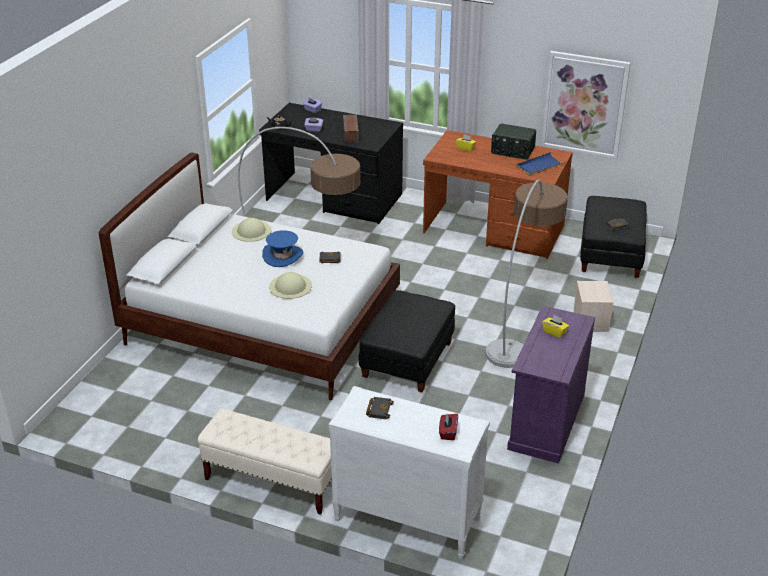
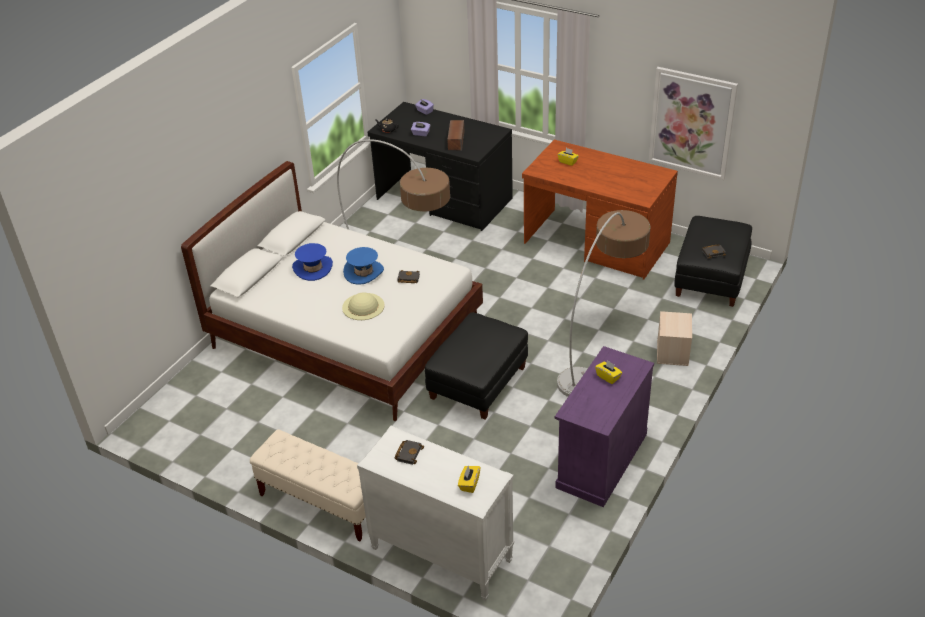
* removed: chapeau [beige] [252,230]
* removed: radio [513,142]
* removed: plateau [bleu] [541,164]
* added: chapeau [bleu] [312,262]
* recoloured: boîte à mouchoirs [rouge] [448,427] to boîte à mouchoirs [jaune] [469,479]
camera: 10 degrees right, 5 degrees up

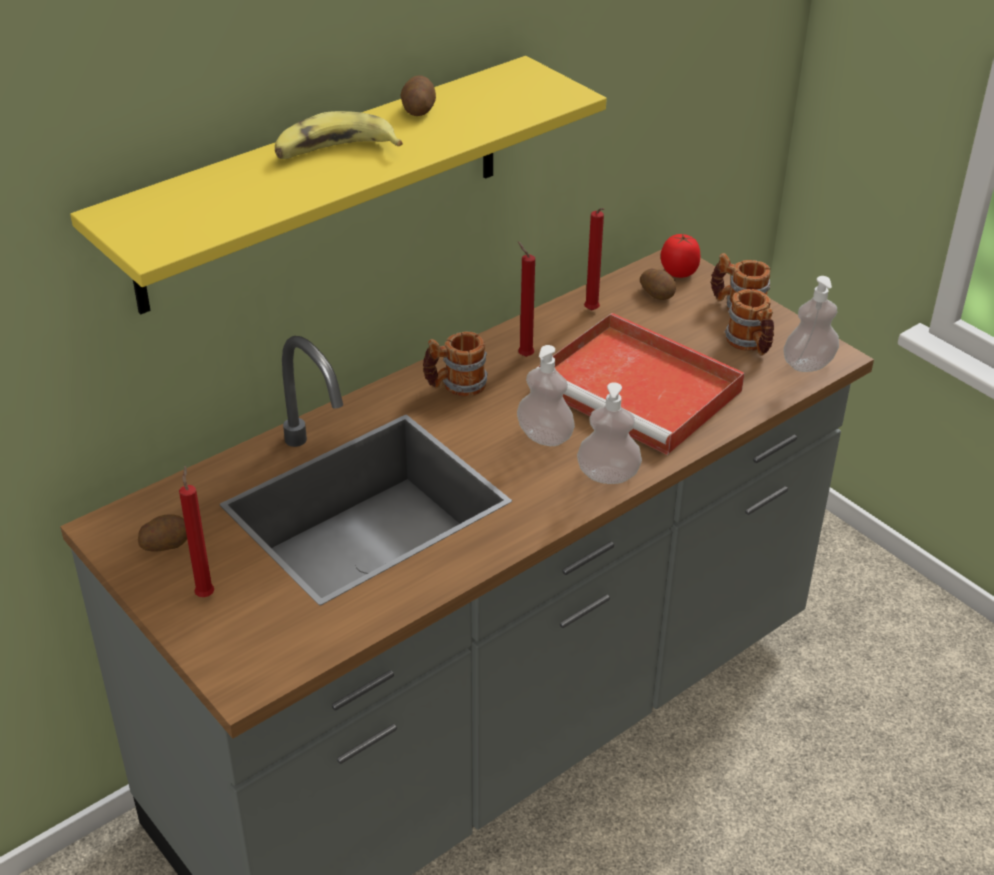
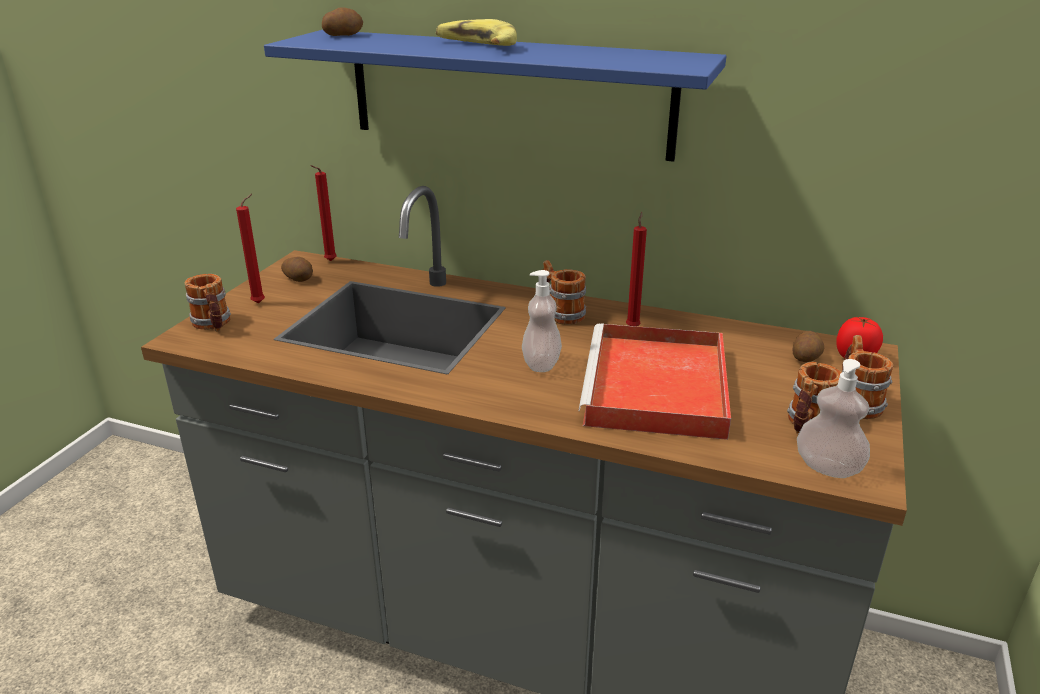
* removed: distributeur de savon [609,433]
* added: mug [208,302]
* moved: pomme de terre [418,96] to [342,21]
* moved: bougie [rouge] [594,259] to [324,213]
* recoloured: étagère [jaune] [338,185] to étagère [bleu] [495,96]
camera: 60 degrees right, 10 degrees down

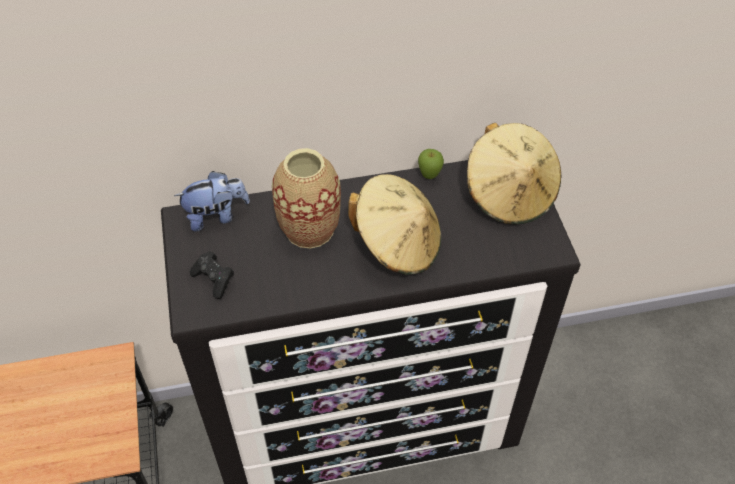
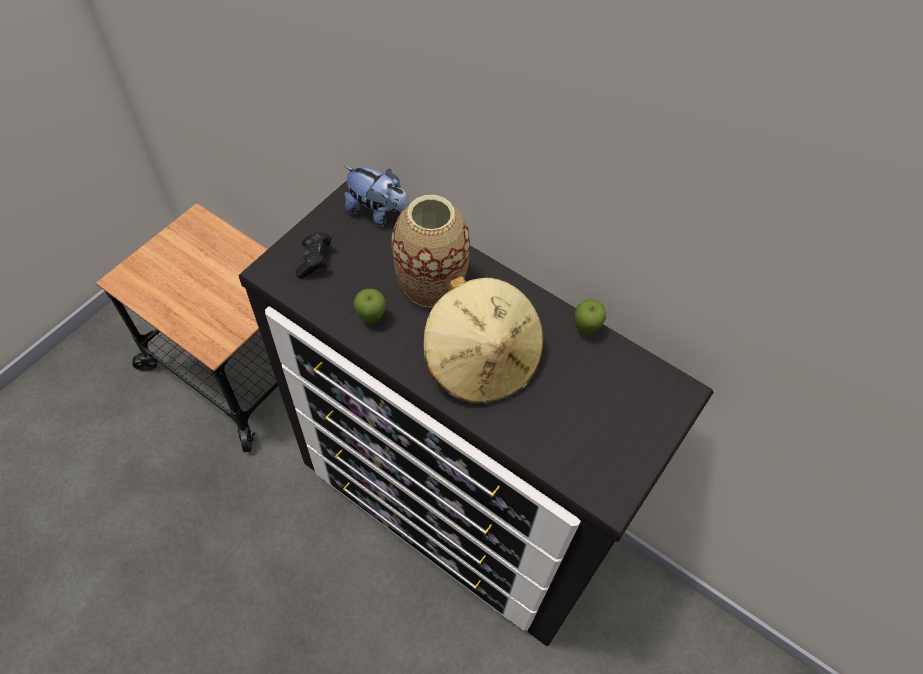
* removed: chapeau [beige] [514,173]
* added: pomme [369,306]
camera: 45 degrees right, 5 degrees up

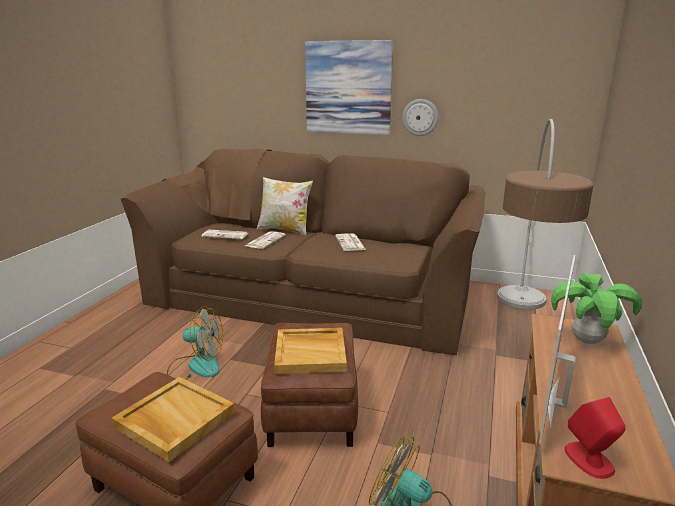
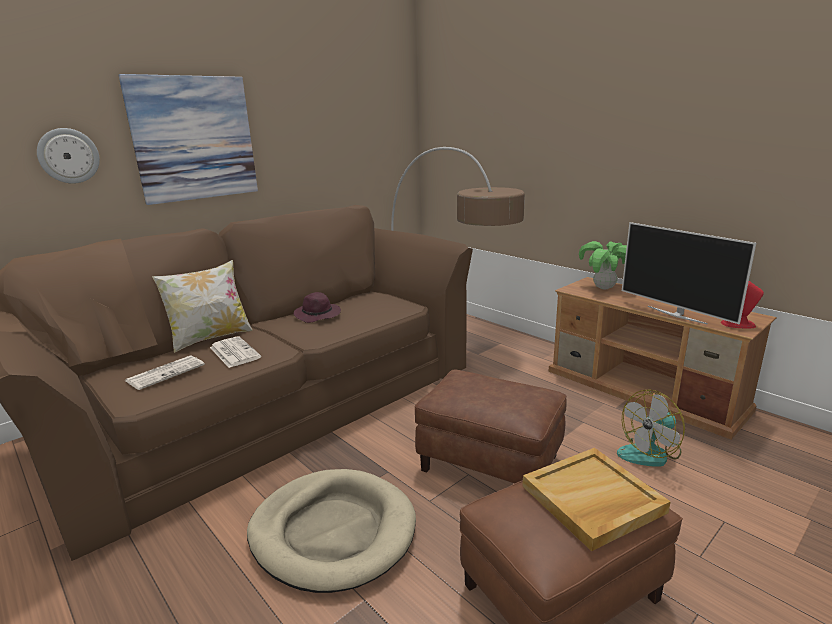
* removed: plateau [beige] [310,351]
* moved: horloge murale [420,117] to [68,156]
* replaced: ventilateur [195,343] to panier pour chien [beige] [331,531]
* replaced: journal [350,242] to chapeau [violet] [317,307]
camera: 60 degrees left, 0 degrees up

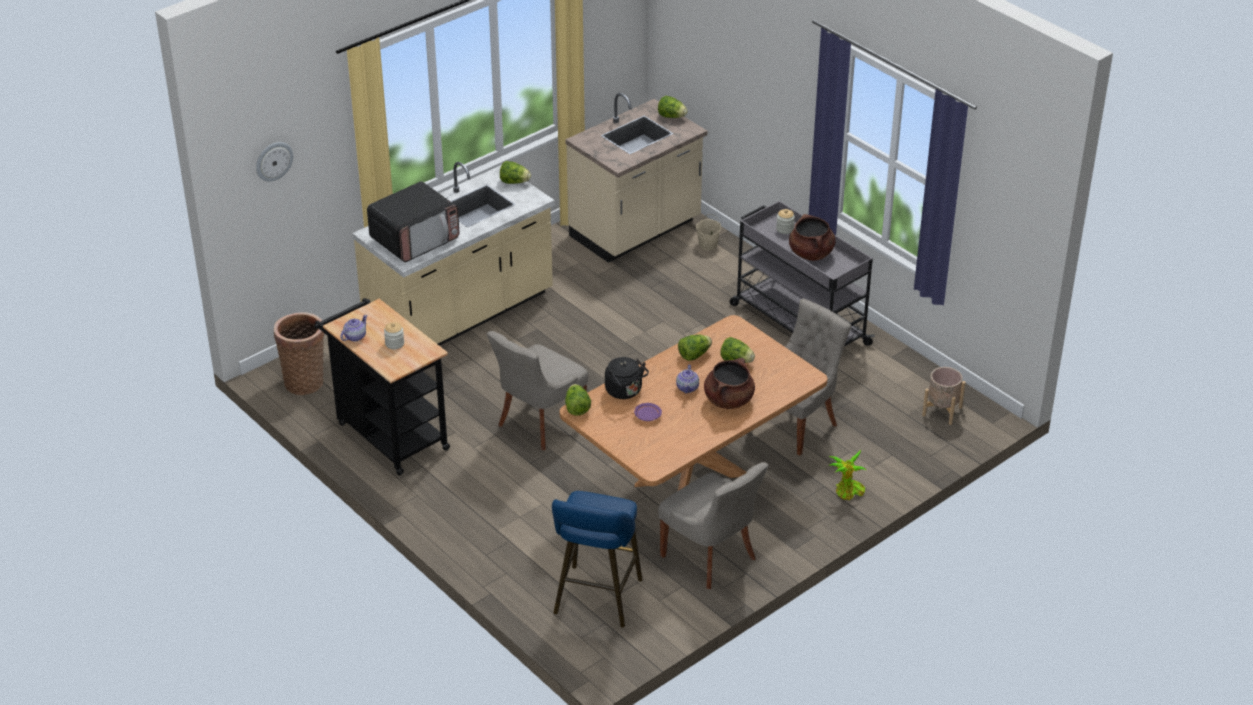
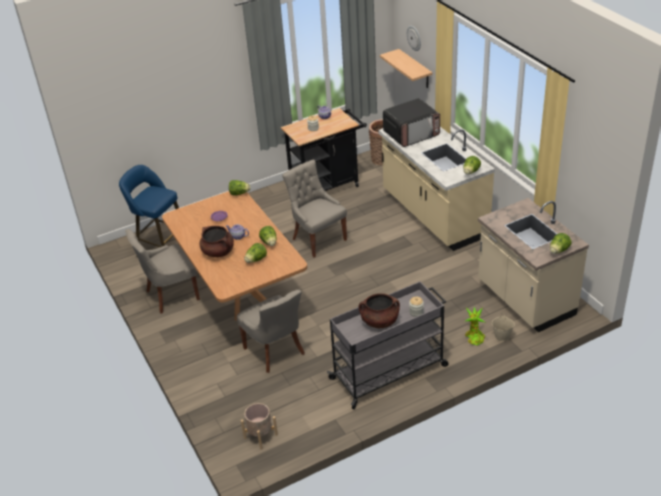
* removed: bouilloire [noir] [627,378]
* added: étagère [406,68]
* moved: plante en pot [848,475] to [475,326]
* turned: micro-ondes [413,221] = [411,122] 90 degrees counterclockwise
camera: 105 degrees right, 0 degrees up

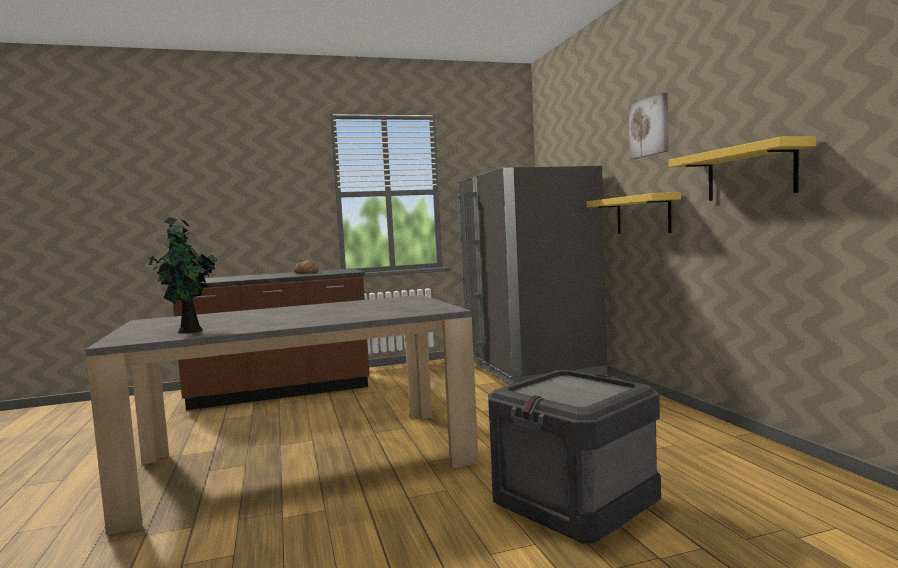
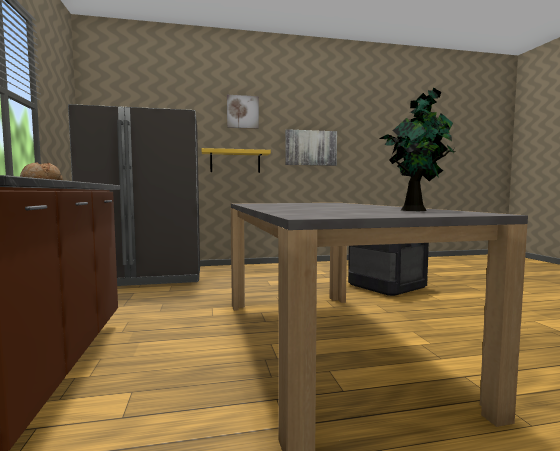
* replaced: étagère [jaune] [742,169] to tableau [311,147]
camera: 85 degrees left, 0 degrees up

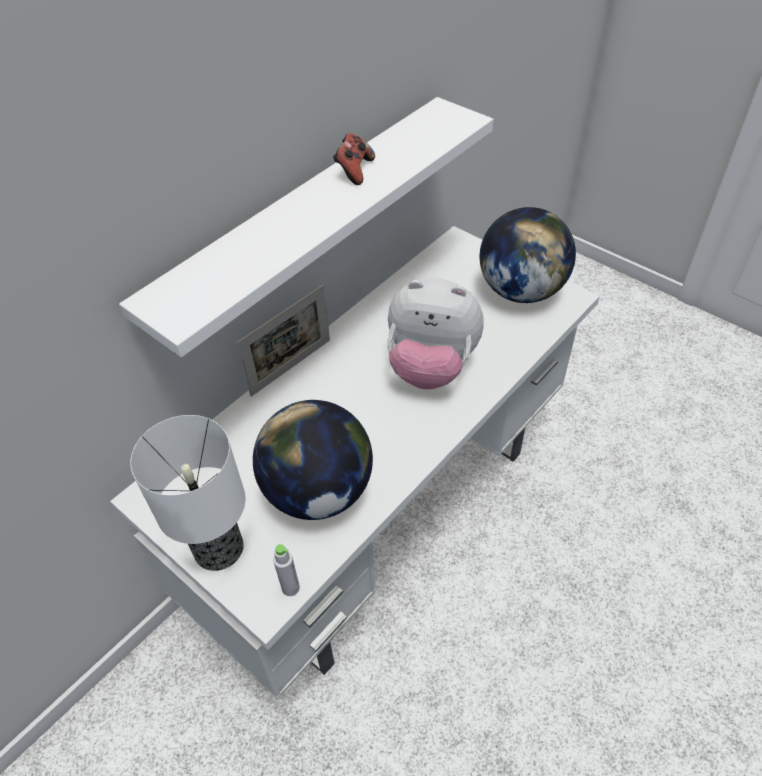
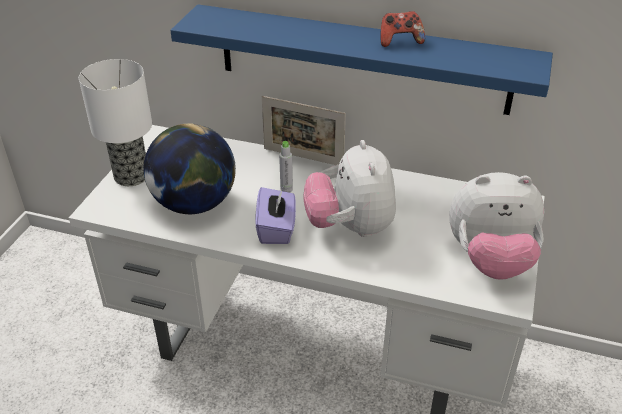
* added: boîte à mouchoirs [violet] [275,215]
* moved: bouteille [gris] [286,570] to [286,167]
* replaced: globe [528,255] to peluche [496,226]
* recoloured: étagère [blanc] [306,227] to étagère [bleu] [361,59]
camera: 65 degrees right, 10 degrees down

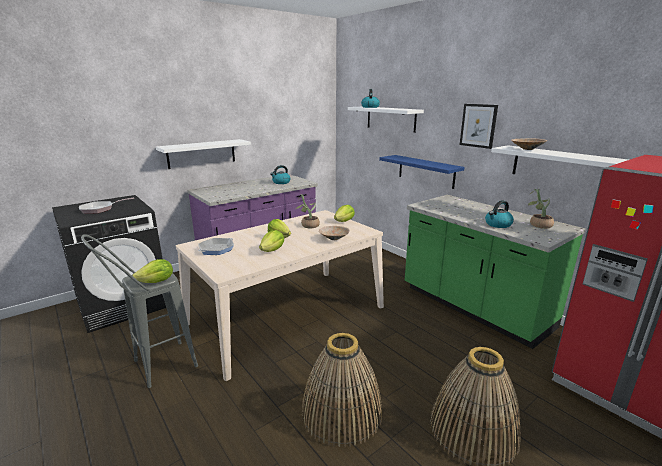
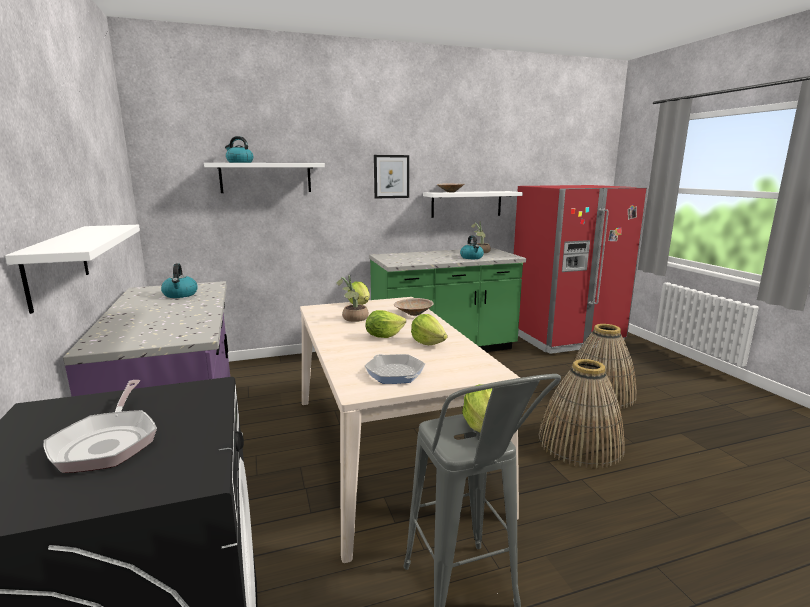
* removed: étagère [bleu] [422,172]
camera: 70 degrees left, 5 degrees down

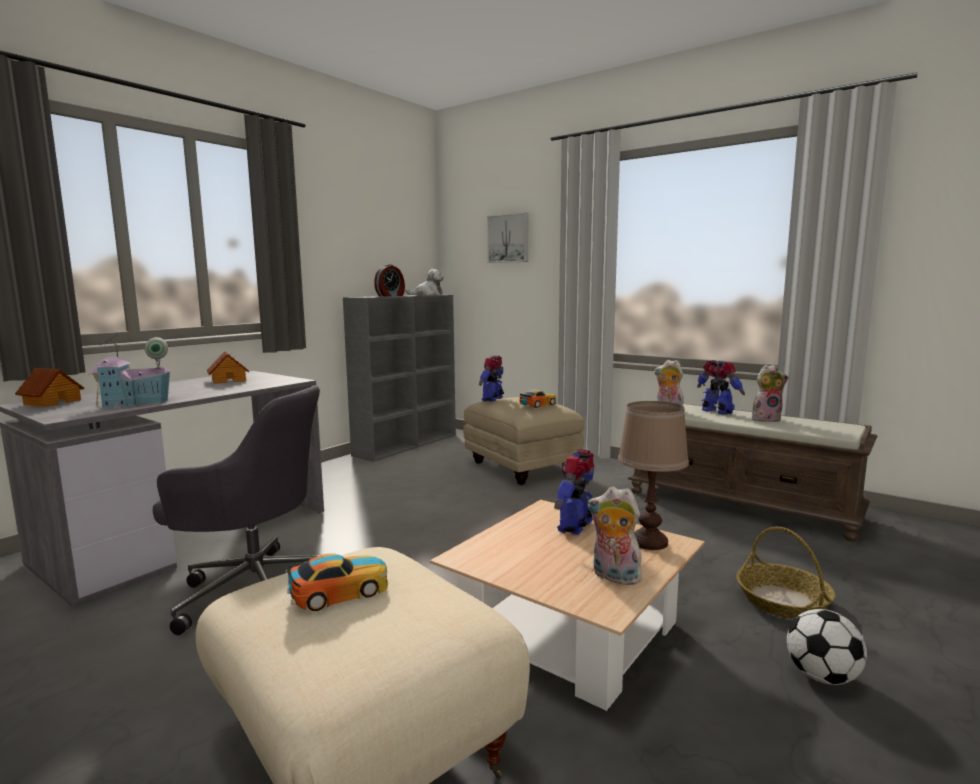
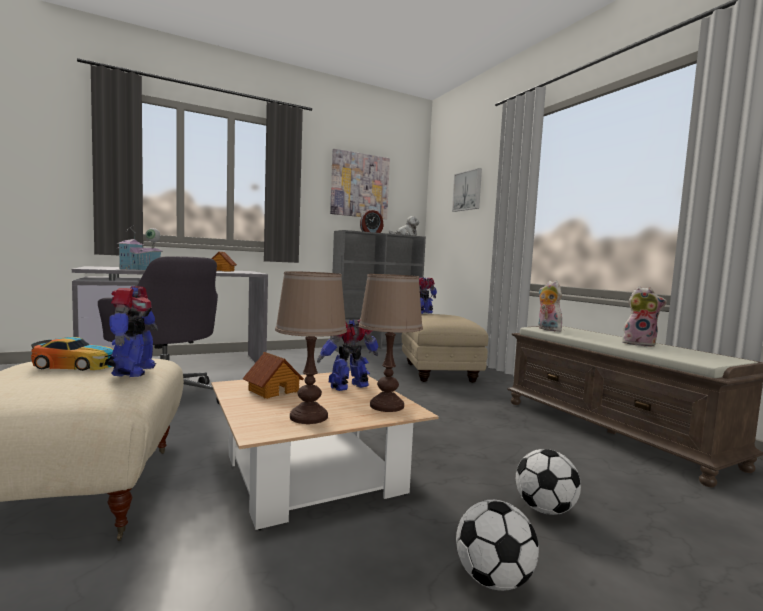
* removed: petite voiture [537,399]
* added: tableau [360,184]
* moved: maison miniature [49,387] to [273,375]
* moved: robot jouet [721,387] to [133,331]
* replaced: peluche [616,536] to lampe de table [marron] [311,347]
* replaced: panier [785,573] to ballon de foot [548,482]
camera: 25 degrees right, 5 degrees down

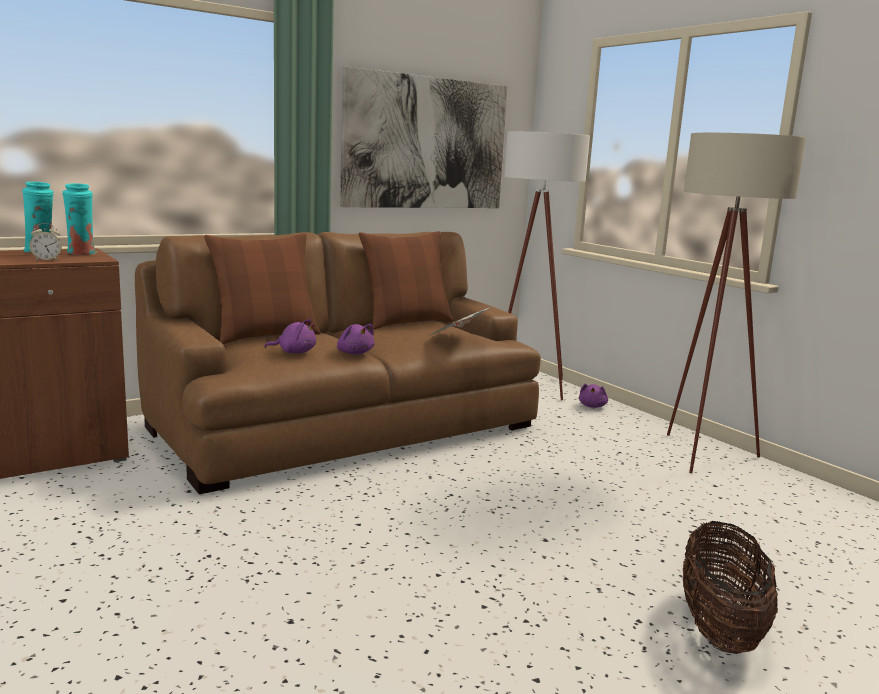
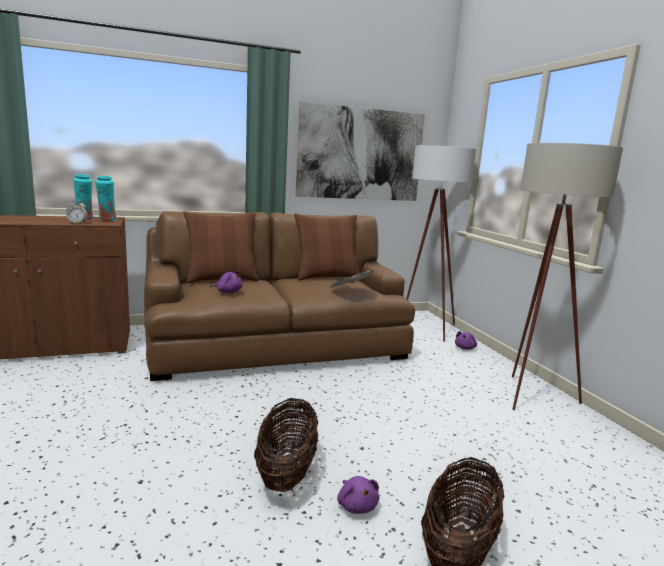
* added: panier [286,445]
* moved: peluche [violet] [356,339] to [358,495]
camera: 15 degrees right, 0 degrees up

